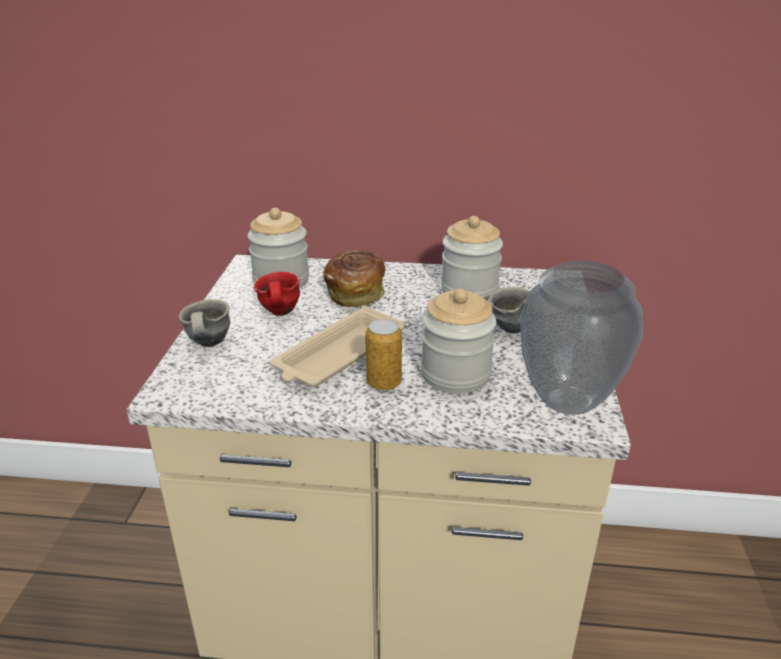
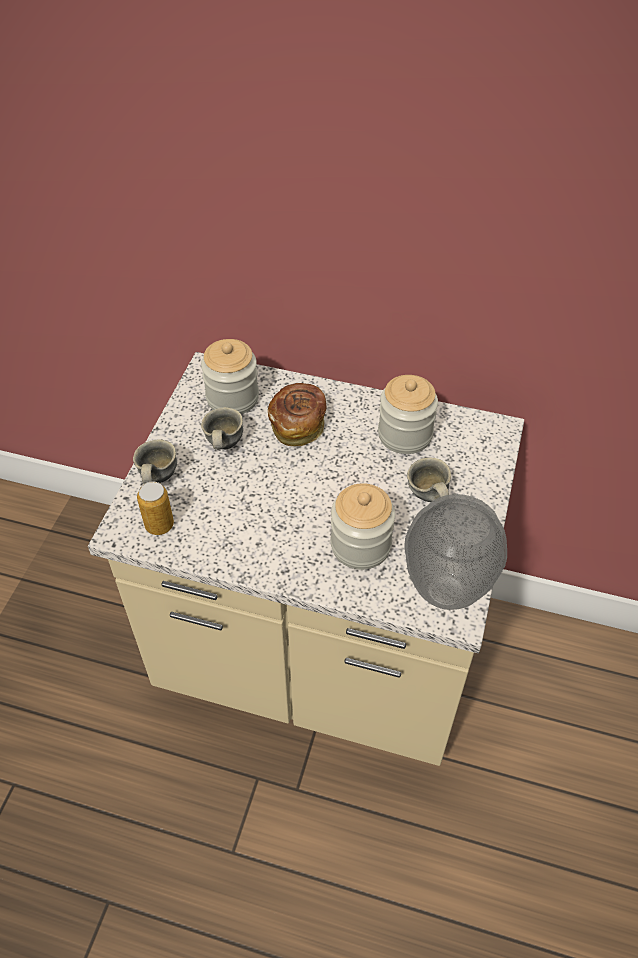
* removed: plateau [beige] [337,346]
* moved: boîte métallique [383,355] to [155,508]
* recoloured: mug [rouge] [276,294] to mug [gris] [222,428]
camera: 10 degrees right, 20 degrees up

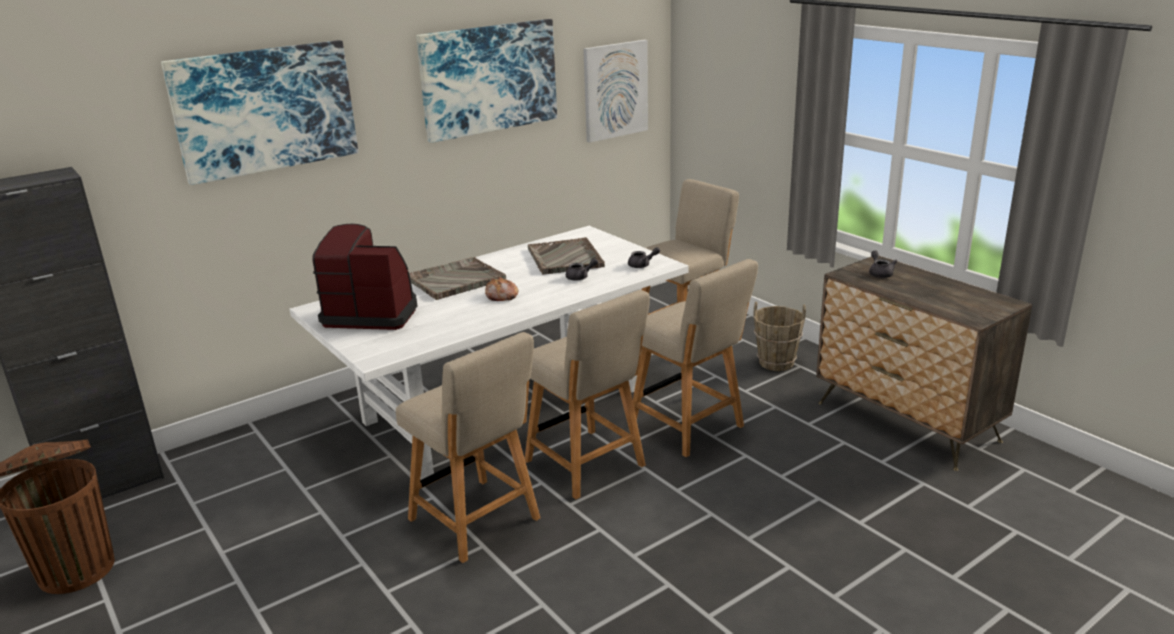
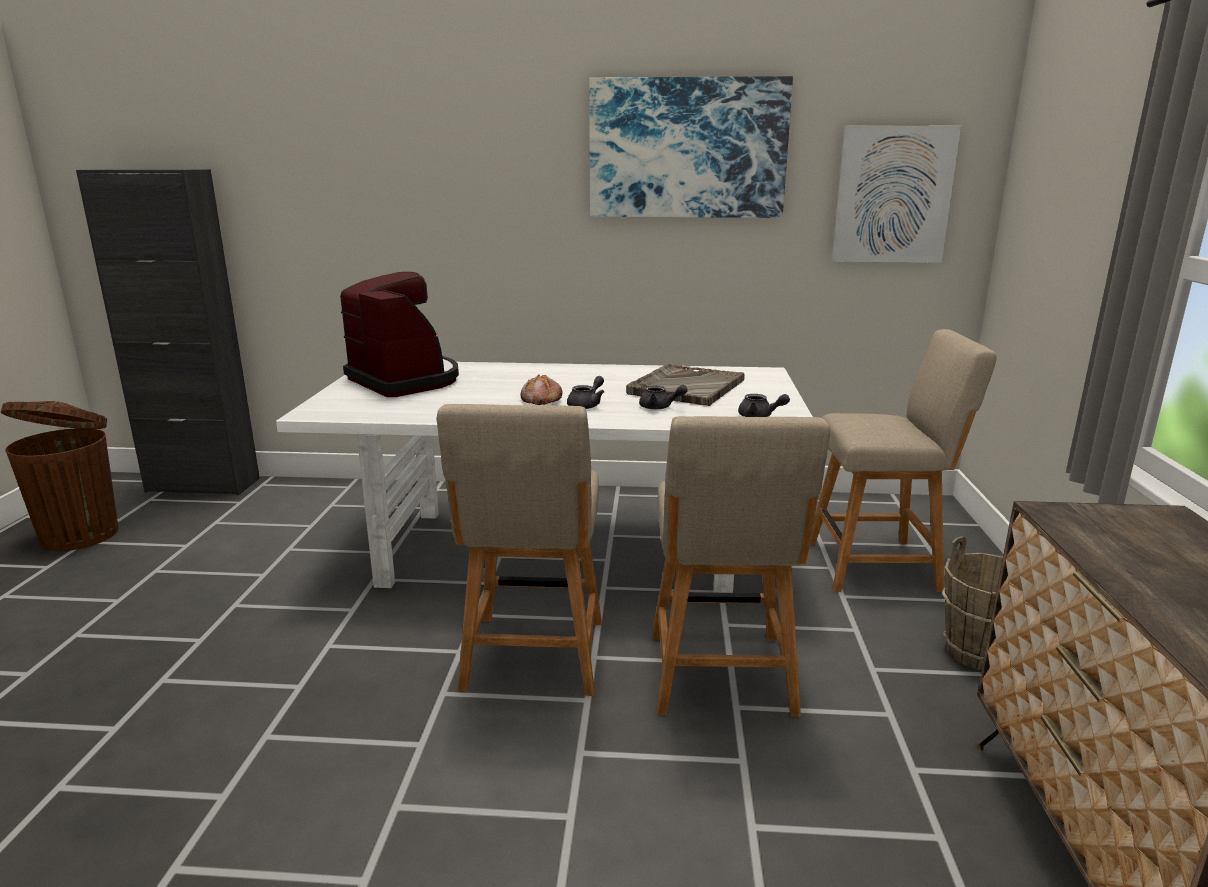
* removed: tableau [259,112]
* removed: chaise [beige] [468,447]
* removed: plateau [gris] [457,278]
* moved: théière [gris] [883,264] to [585,392]
camera: 40 degrees right, 5 degrees down

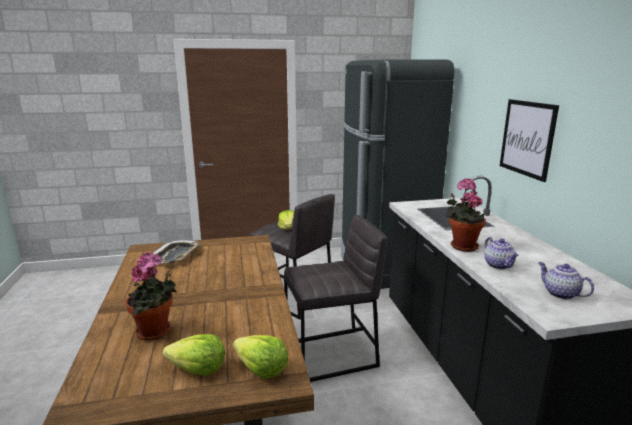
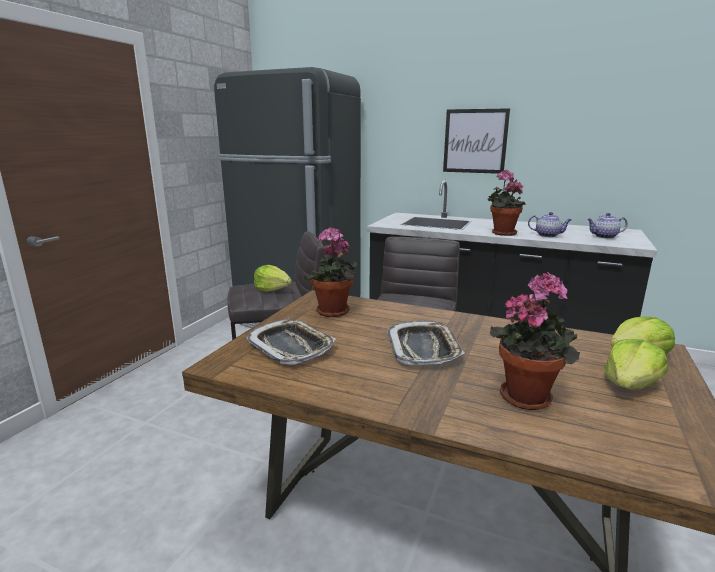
* added: plante en pot [330,272]
* added: plateau [426,343]
camera: 55 degrees left, 0 degrees up

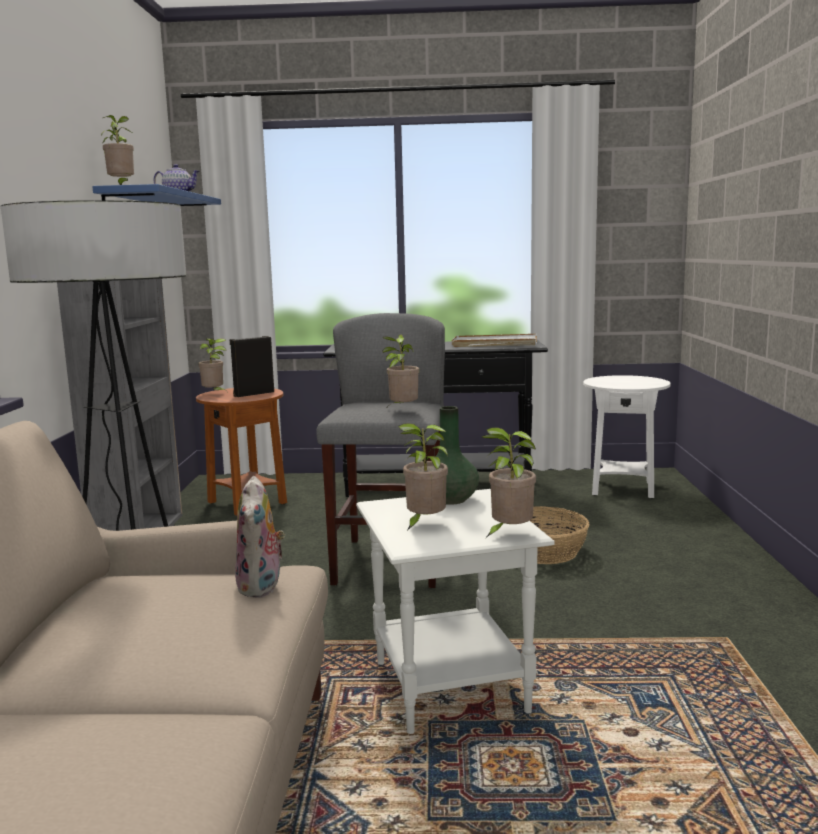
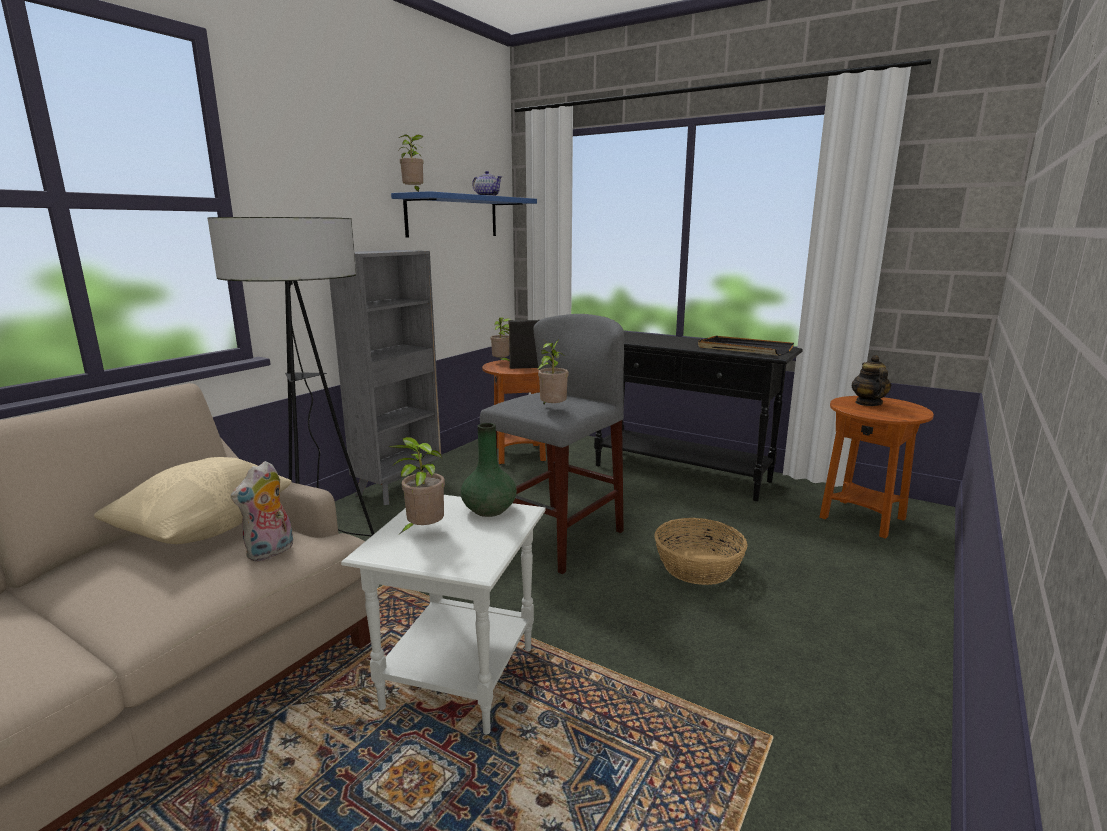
* removed: plante en pot [509,482]
* added: coussin [beige] [193,500]
* added: théière [871,380]
* recoloured: plateau [blanc] [494,340] to plateau [noir] [746,346]
* recoloured: table d'appoint [blanc] [626,437] to table d'appoint [marron] [876,467]
camera: 30 degrees right, 5 degrees up

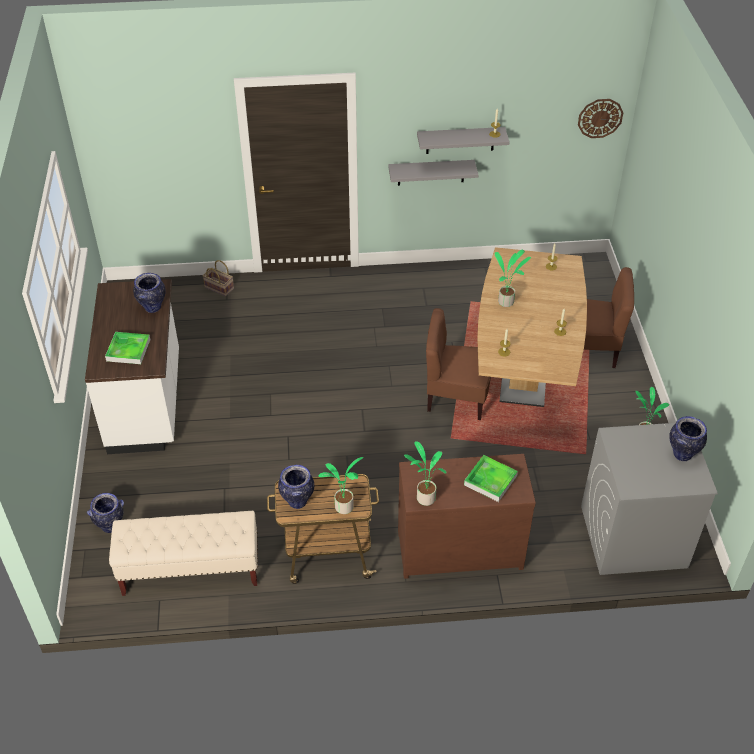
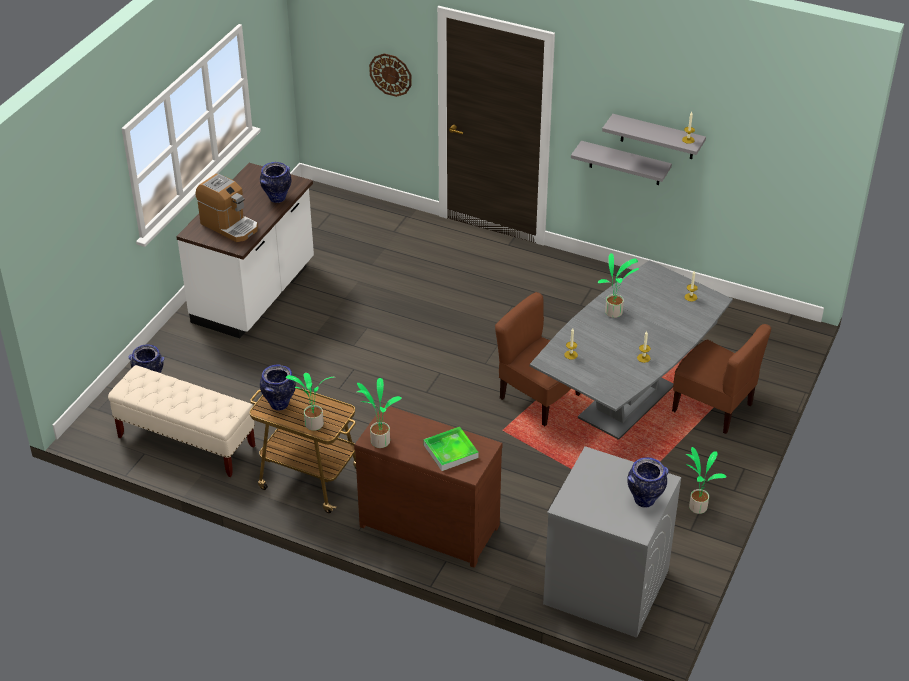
* removed: panier [218,278]
* moved: horloge murale [600,118] to [390,75]
* replaced: plateau [127,348] to machine à café [226,208]
* recoloured: table à manger [marron] [532,327] to table à manger [gris] [631,350]
camera: 30 degrees right, 5 degrees down

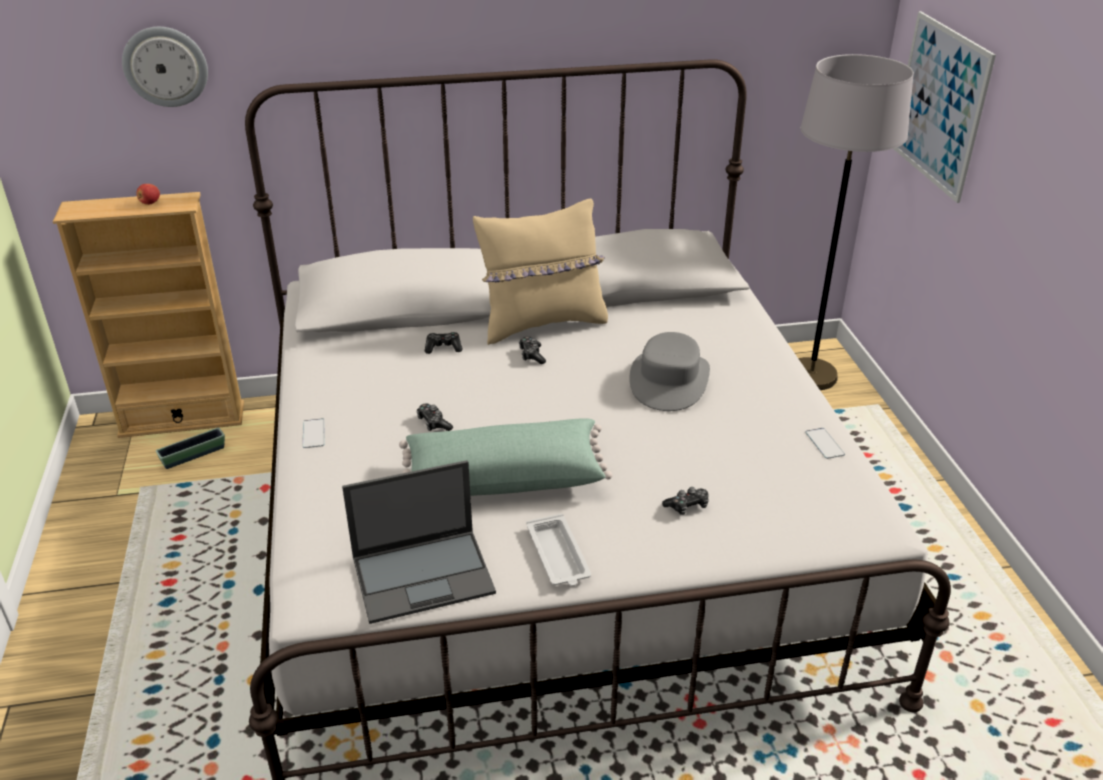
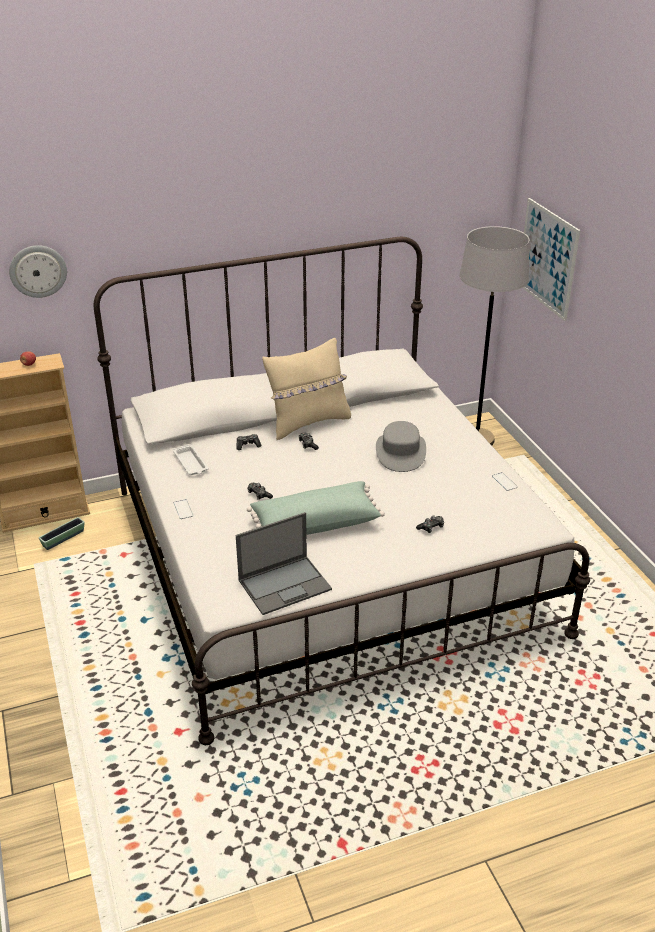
* moved: plateau [blanc] [558,550] to [190,459]
camera: 10 degrees left, 0 degrees up

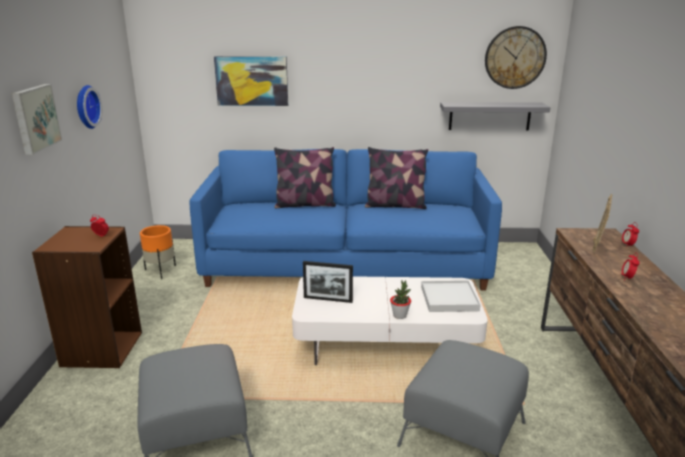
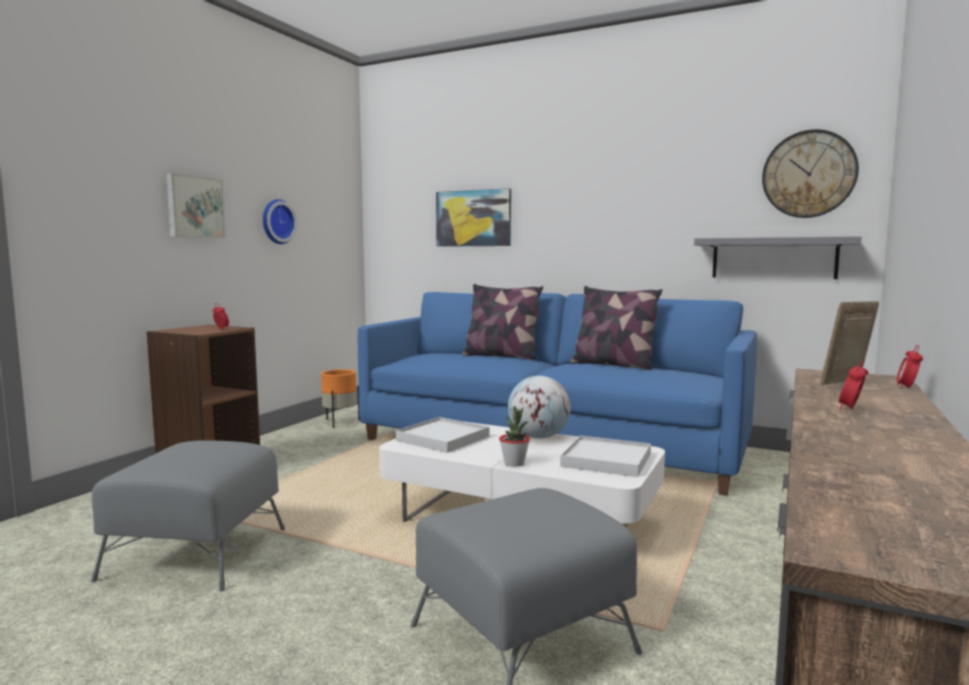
* added: globe [539,407]
* replaced: cadre photo [328,282] to plateau [blanc] [442,435]
camera: 25 degrees right, 15 degrees down

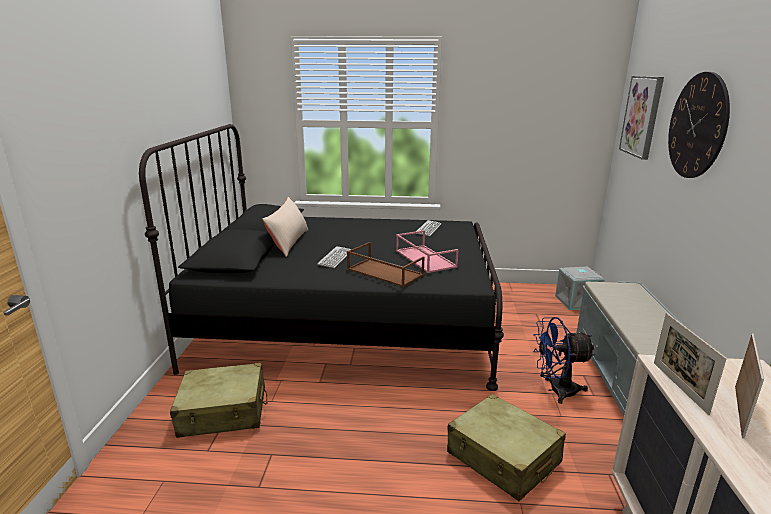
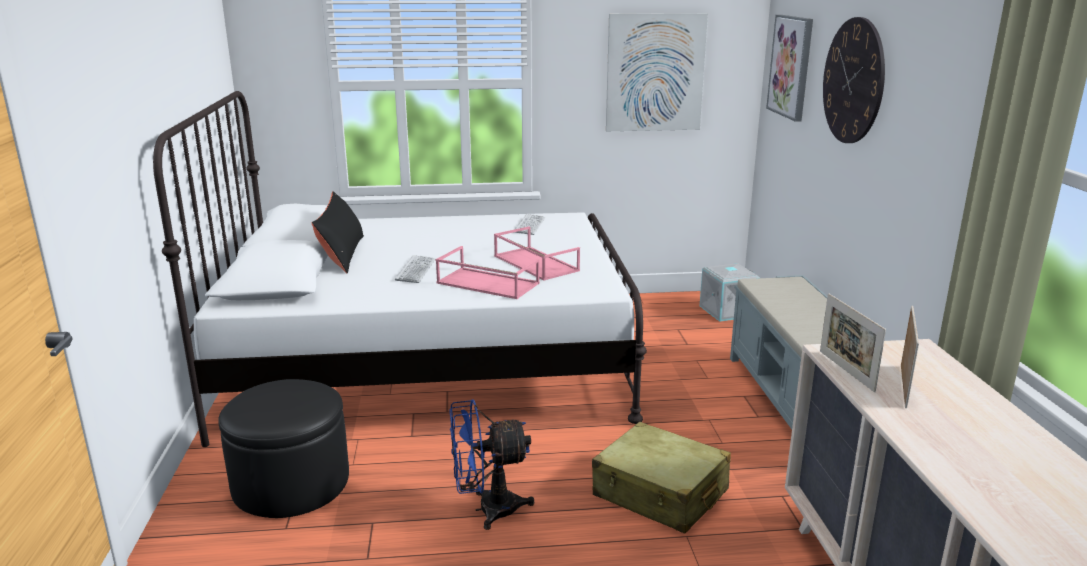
* added: tableau [657,72]
* moved: ventilateur [bleu] [564,360] to [492,464]
* replaced: valise [beige] [218,400] to pouf [noir] [283,448]
* recoloured: lit [noir] [321,257] to lit [blanc] [400,269]
* recoloured: coussin [beige] [285,227] to coussin [noir] [338,232]
* recoloured: plateau [marron] [386,264] to plateau [rose] [488,272]
camera: 10 degrees left, 0 degrees up

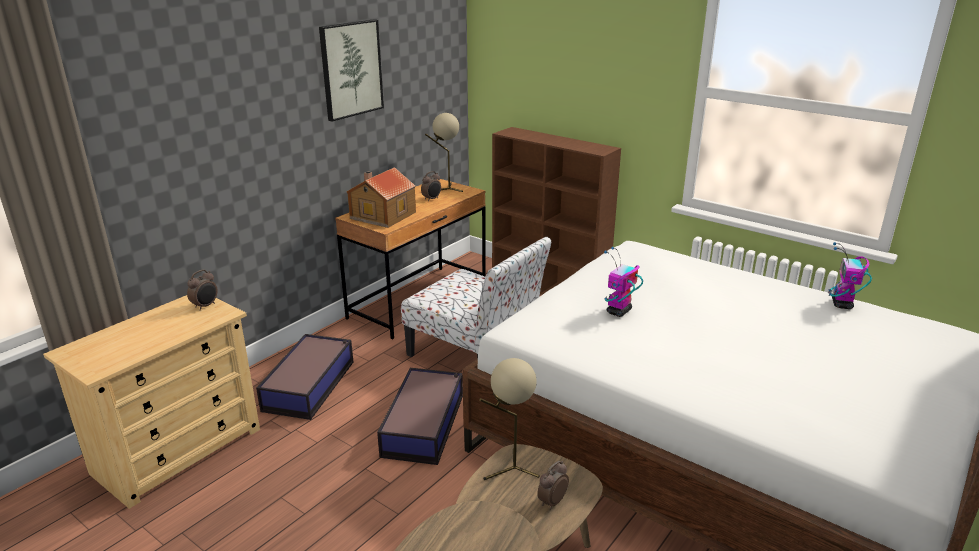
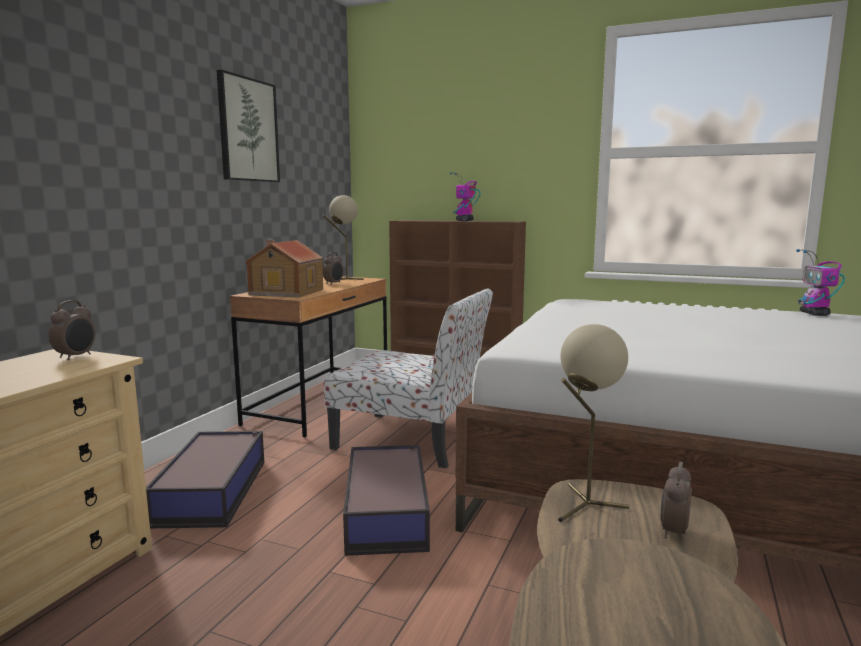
* moved: robot jouet [623,282] to [465,196]
camera: 15 degrees left, 15 degrees down

